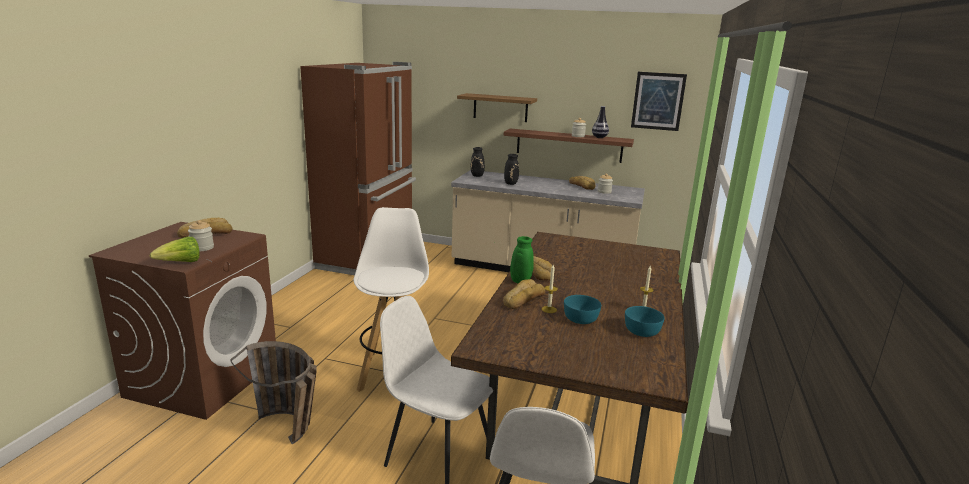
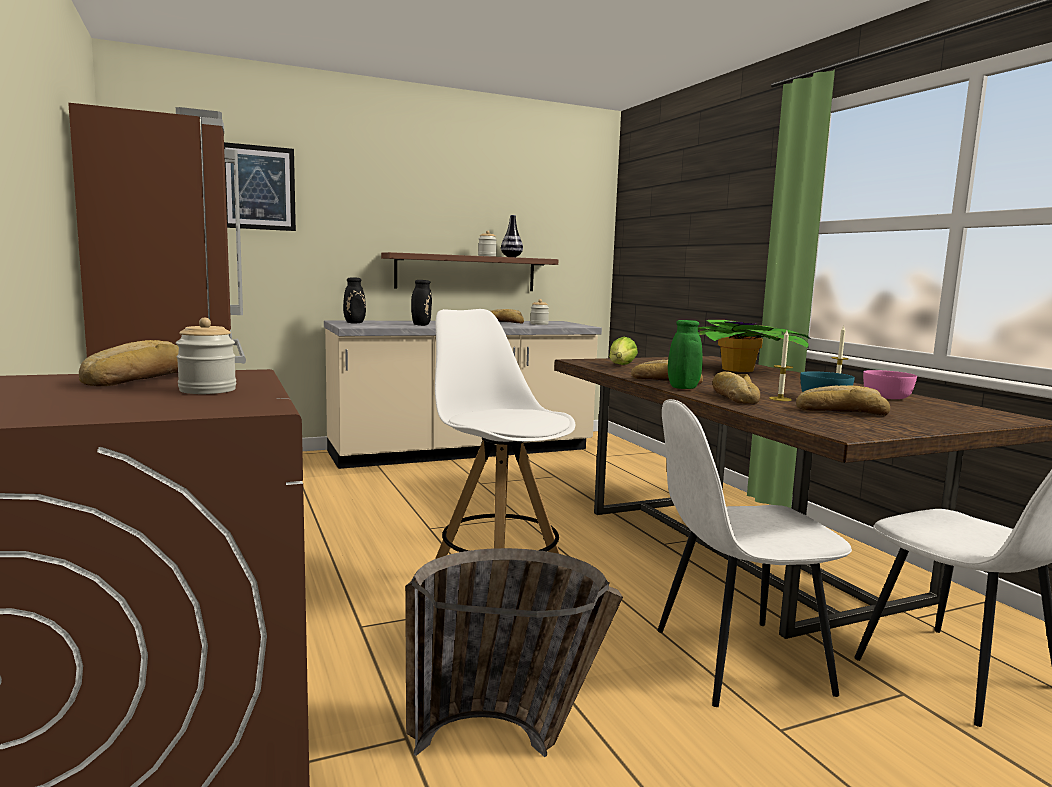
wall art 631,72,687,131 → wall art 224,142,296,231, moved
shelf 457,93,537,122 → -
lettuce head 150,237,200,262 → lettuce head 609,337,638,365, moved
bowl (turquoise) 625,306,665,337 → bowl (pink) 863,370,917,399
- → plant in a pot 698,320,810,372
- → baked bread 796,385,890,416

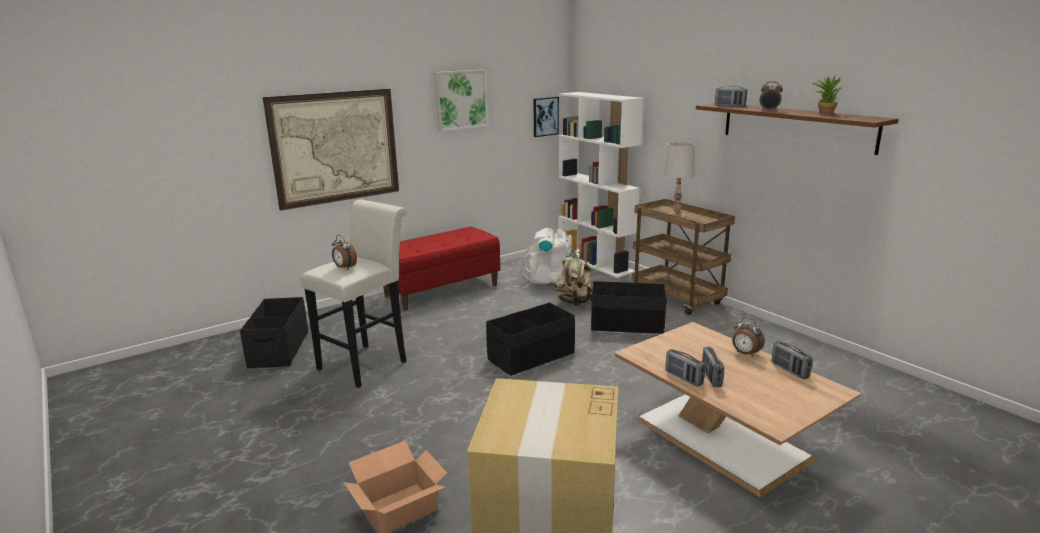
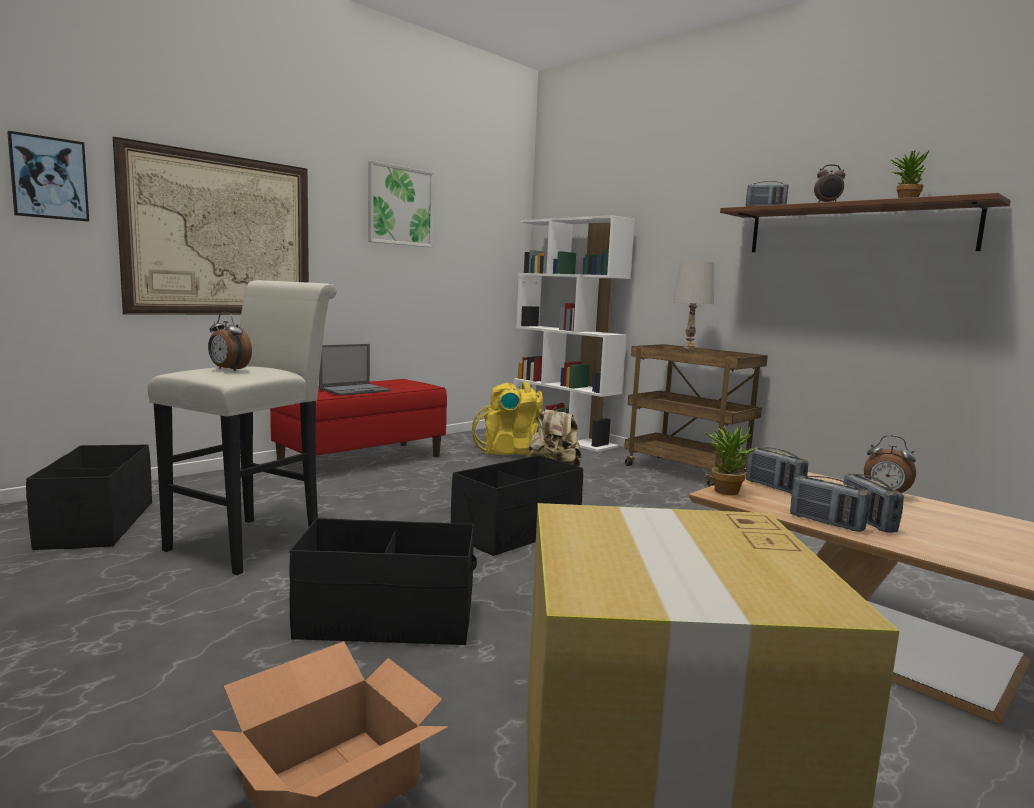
wall art 533,97,559,137 → wall art 7,131,89,222, moved
knapsack (whitish) 520,228,579,284 → knapsack (yellowish) 472,382,543,457
storage container (blackish) 590,281,667,334 → storage container (blackish) 289,518,477,645, moved
radio 771,341,813,379 → radio 746,447,808,494, moved
- → laptop 319,344,391,396
- → plant in a pot 703,424,757,495

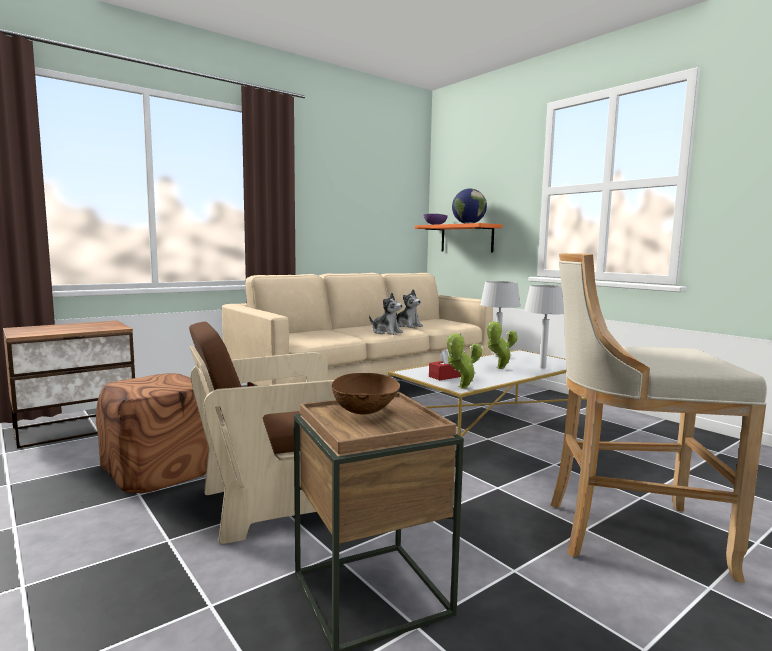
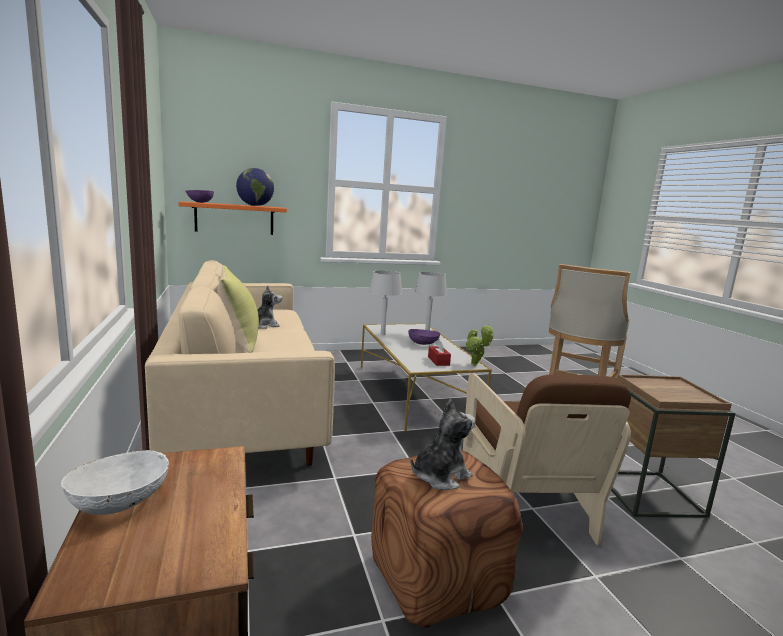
plush toy 369,293,403,335 → plush toy 410,399,476,490, moved
plant in a pot 487,321,518,369 → bowl (purple) 408,329,440,345
bowl (brown-coloured) 331,372,400,415 → -
- → pillow (yellowish) 218,265,259,353
- → bowl (whitish) 61,450,169,515

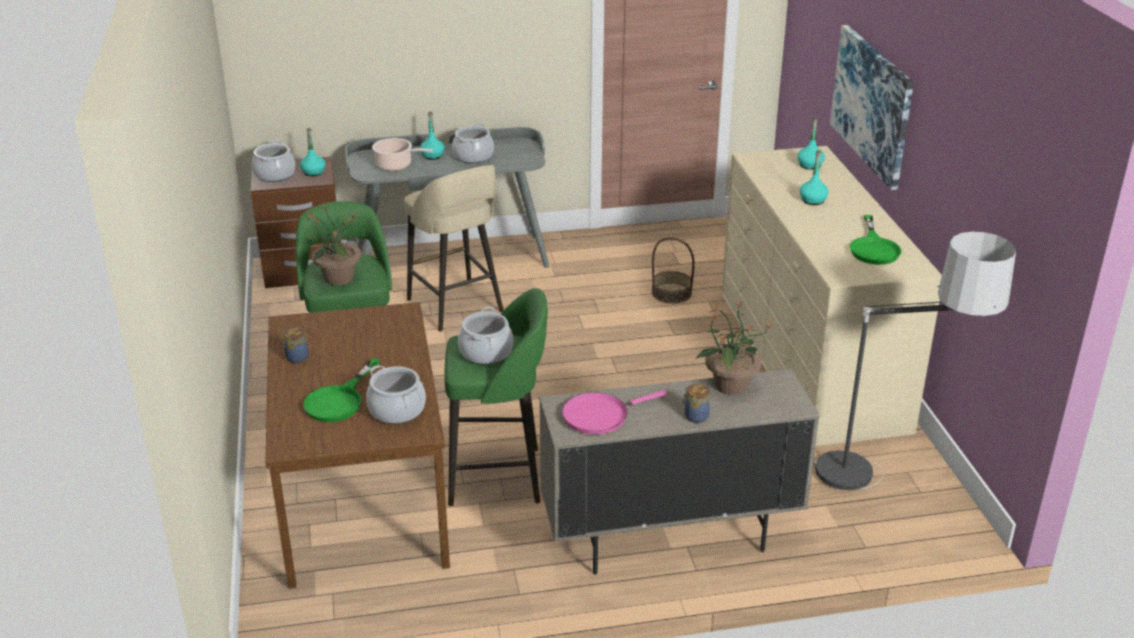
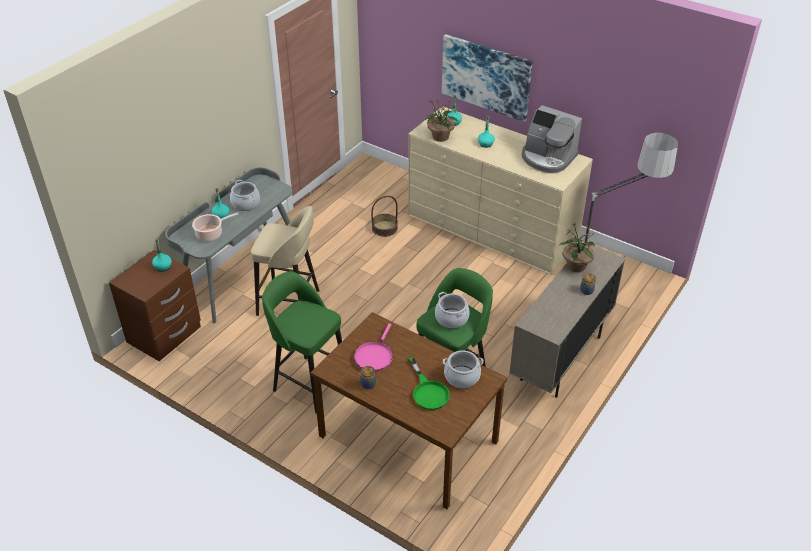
saucepot 252,140,295,182 → -
plant in a pot 305,205,361,285 → plant in a pot 425,99,459,142, moved
pan (greenish) 850,215,902,265 → coffee machine 522,105,582,173
pan (pink) 562,390,667,434 → pan (pink) 354,323,393,372, moved

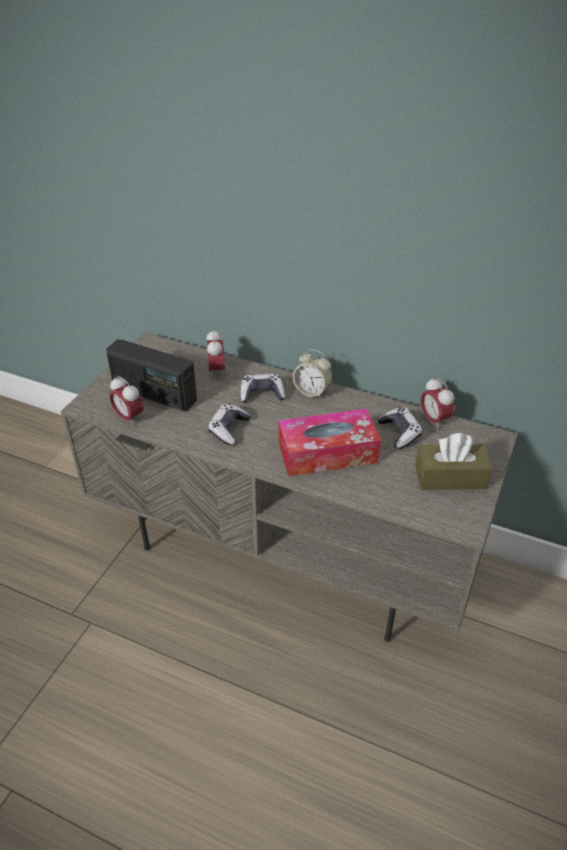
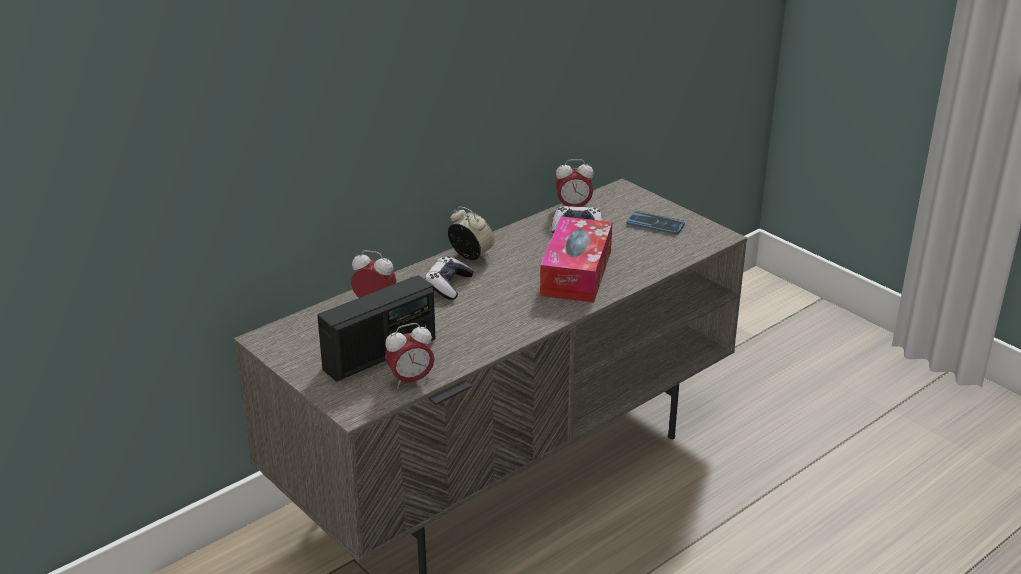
alarm clock 293,349,333,399 → alarm clock 448,206,495,260, 105 degrees counterclockwise
joypad 208,404,251,445 → -
tissue holder (brown-coloured) 415,433,493,490 → phone 627,211,685,234

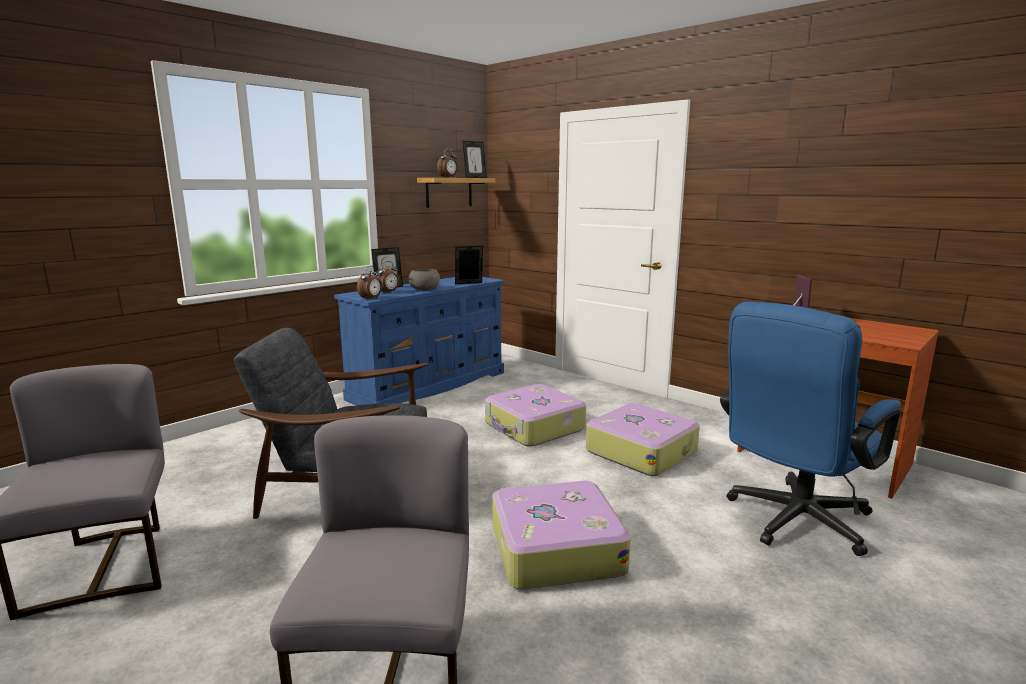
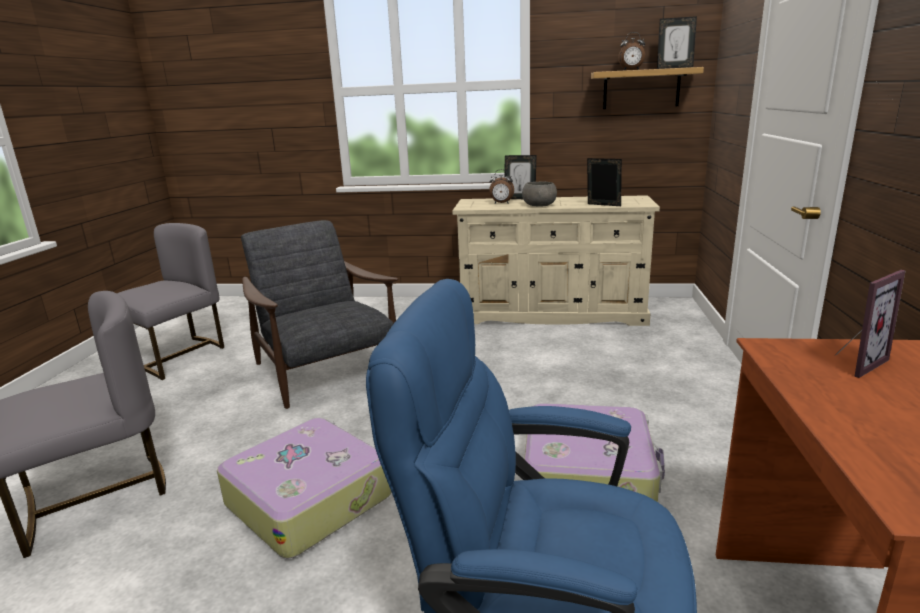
alarm clock 357,266,382,300 → -
chest of drawers (bluish) 334,277,505,406 → chest of drawers (sand-coloured) 452,195,660,326
suitcase 485,384,586,447 → -

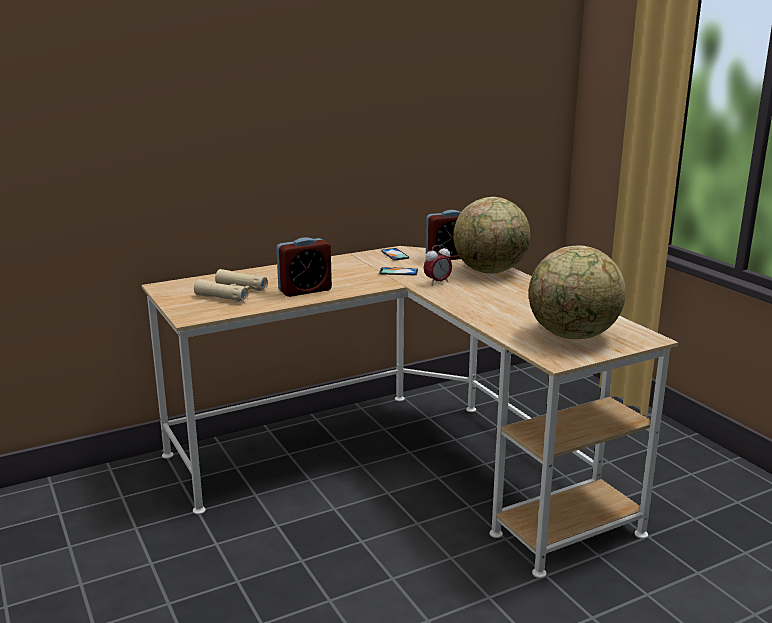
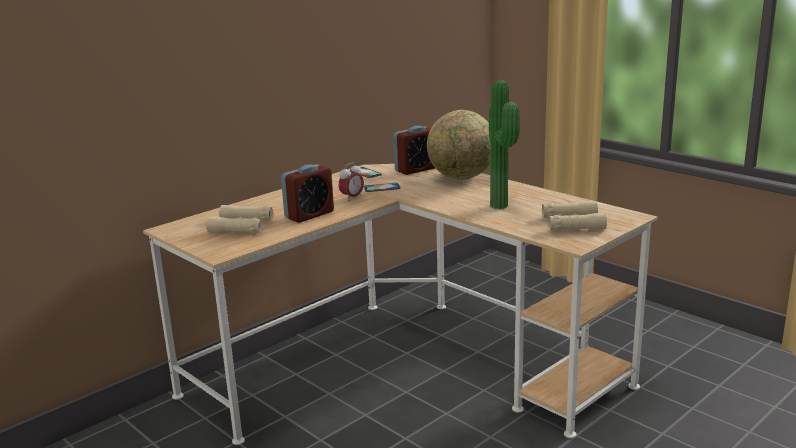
alarm clock 424,245,452,286 → alarm clock 338,163,364,201, moved
globe 529,245,626,339 → pair of binoculars (sand-coloured) 542,201,607,231
- → plant in a pot 489,80,519,209

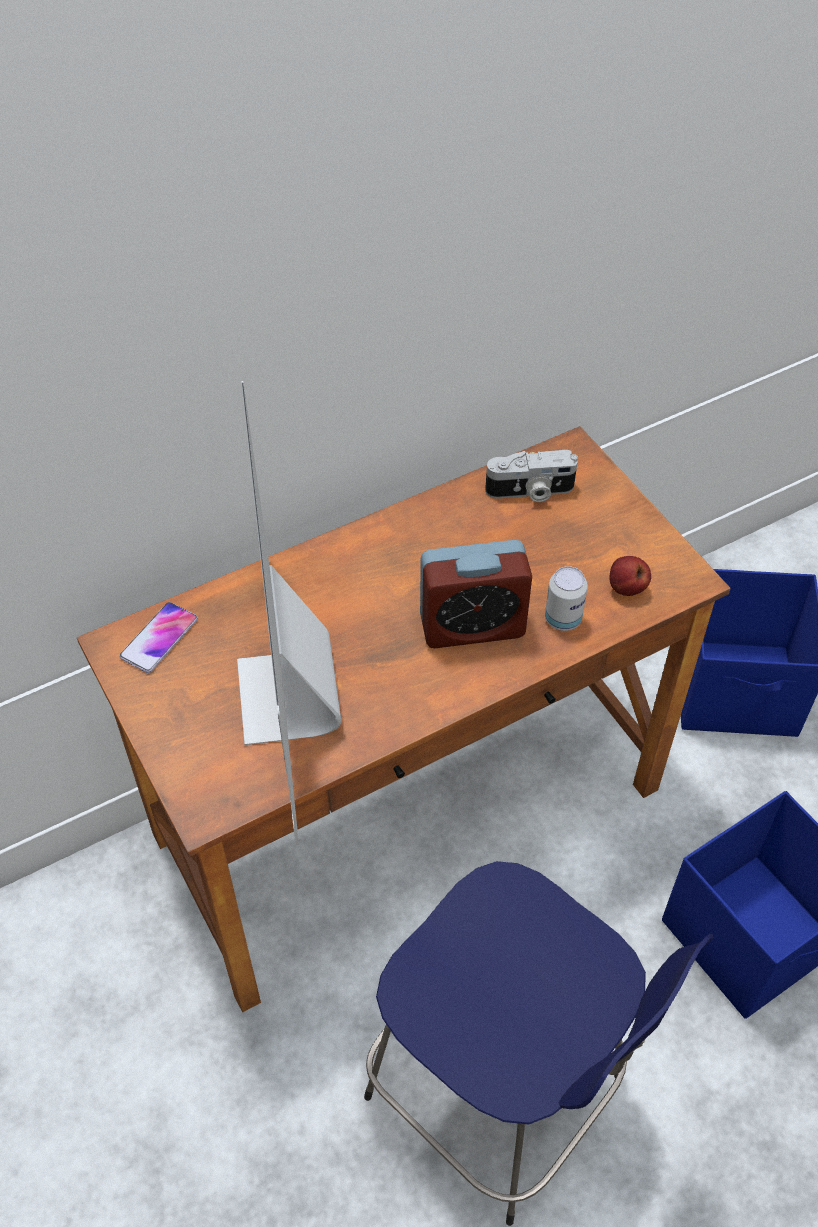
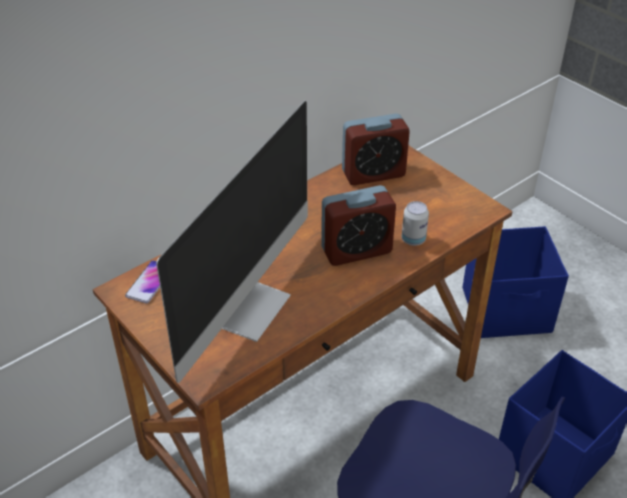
computer display 237,381,341,845 → computer display 156,101,308,383, 135 degrees counterclockwise
photo camera 485,450,578,502 → alarm clock 342,114,410,185
apple 609,556,651,596 → -

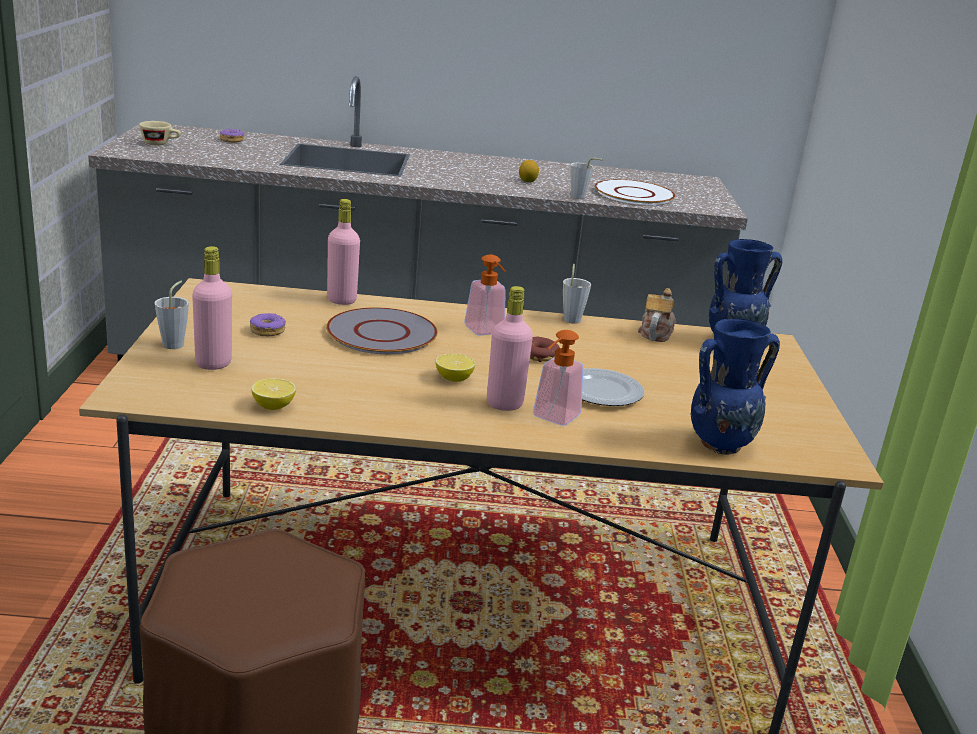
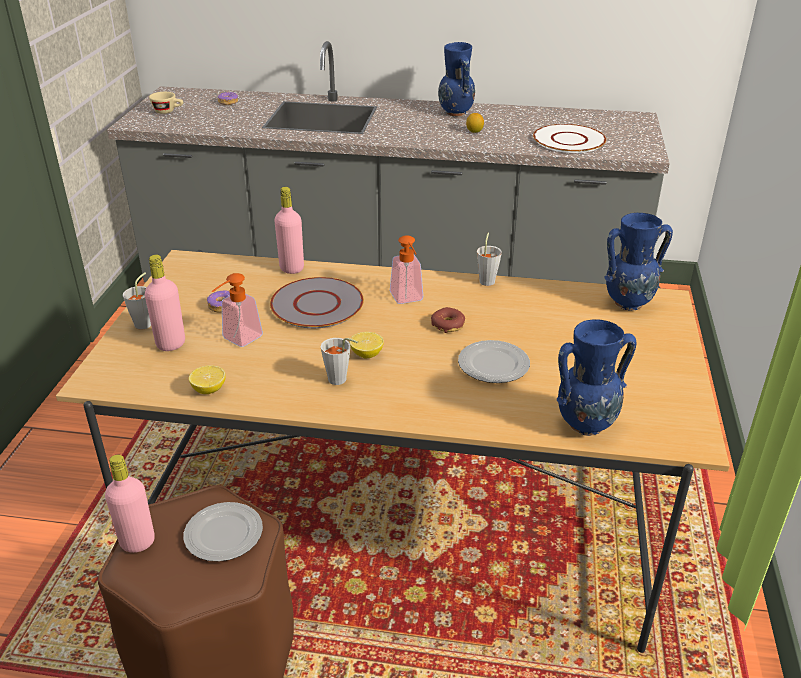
cup (greyish) 570,158,603,199 → cup (greyish) 321,338,358,385, moved
bottle (pink) 487,286,533,411 → bottle (pink) 105,455,155,553, moved
tea pot 638,288,676,342 → -
soap dispenser 533,330,583,426 → soap dispenser 212,273,263,347, moved
- → flower vase (bluish) 438,42,475,117
- → plate 184,502,263,562

